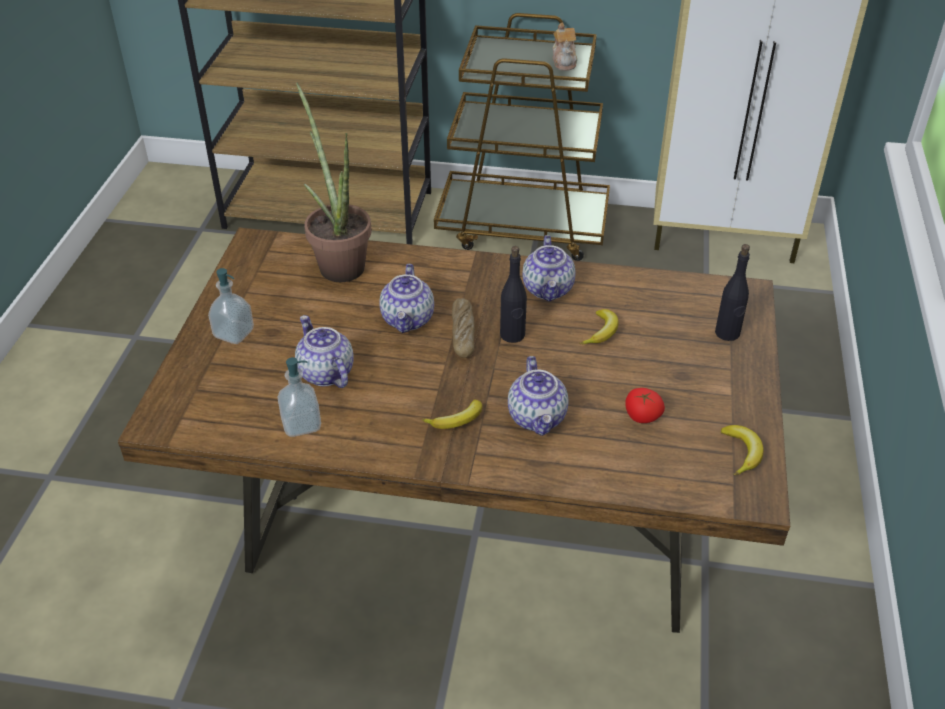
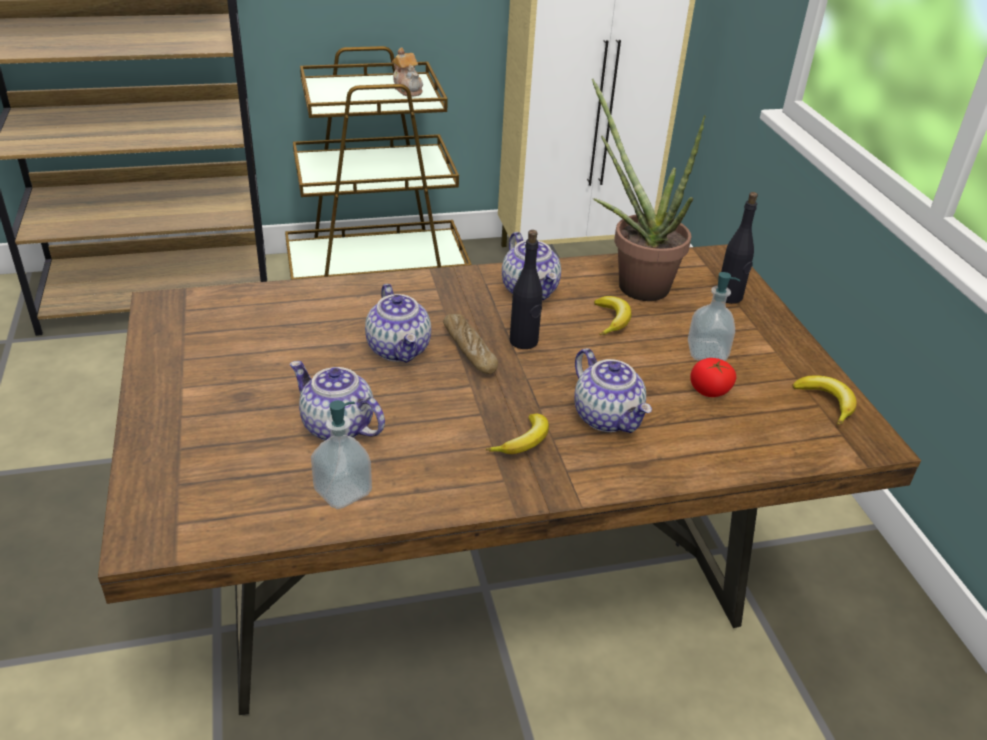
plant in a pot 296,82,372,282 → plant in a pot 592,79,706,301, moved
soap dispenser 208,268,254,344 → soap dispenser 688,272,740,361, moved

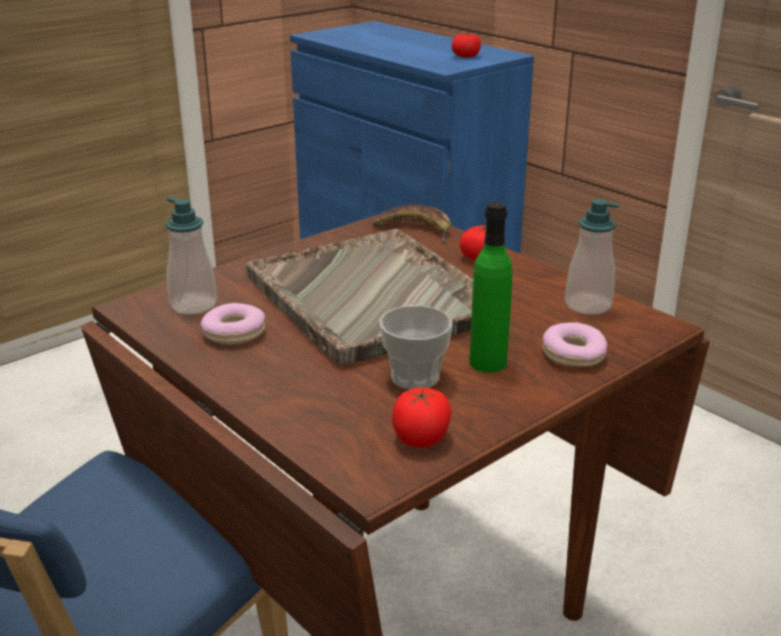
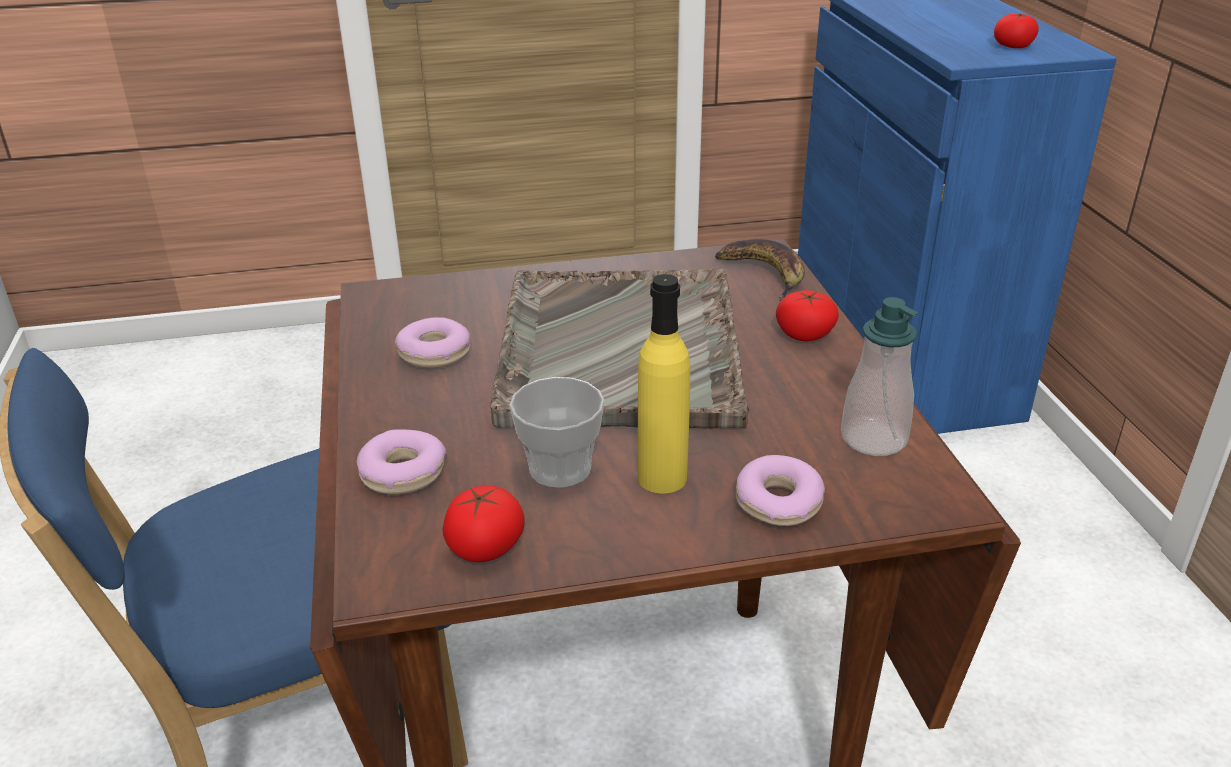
soap dispenser 166,197,217,314 → -
bottle (greenish) 469,202,512,372 → bottle (yellowish) 637,274,690,493
- → donut 357,430,446,495

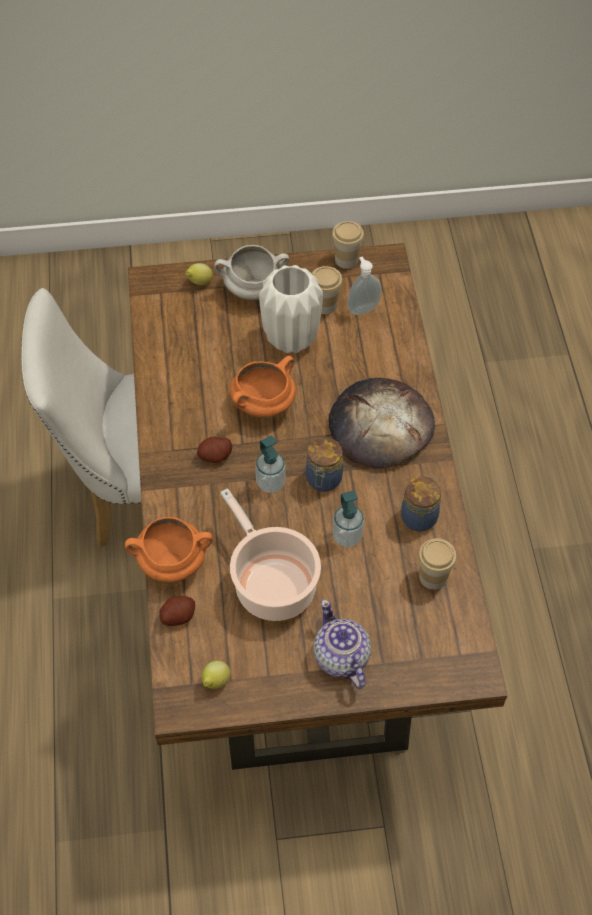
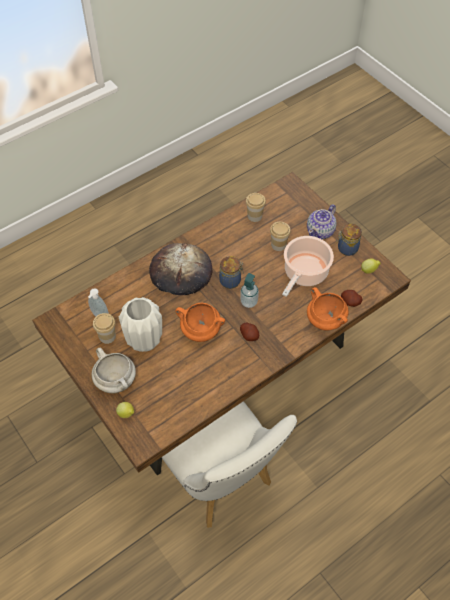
cup 332,221,364,269 → cup 270,222,291,251, moved
preserve jar 401,476,441,532 → preserve jar 336,224,362,256, moved
soap dispenser 333,491,364,547 → -

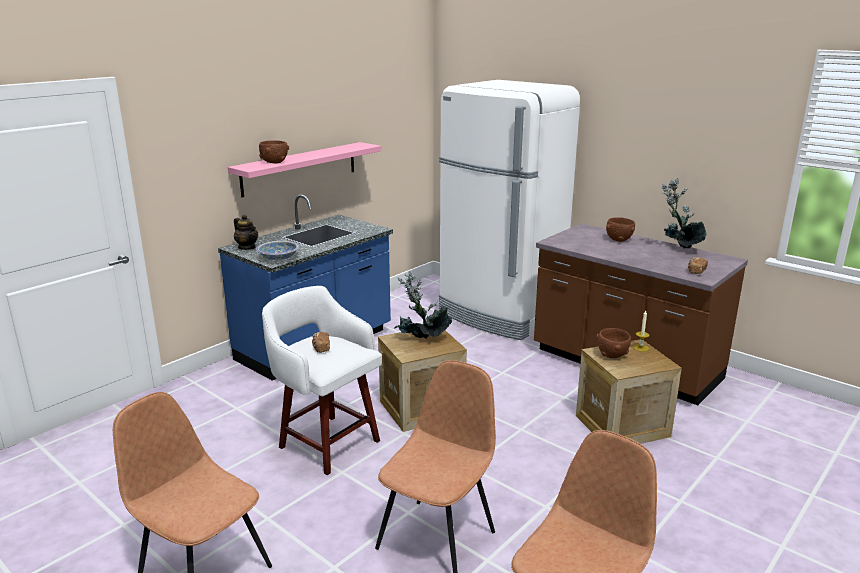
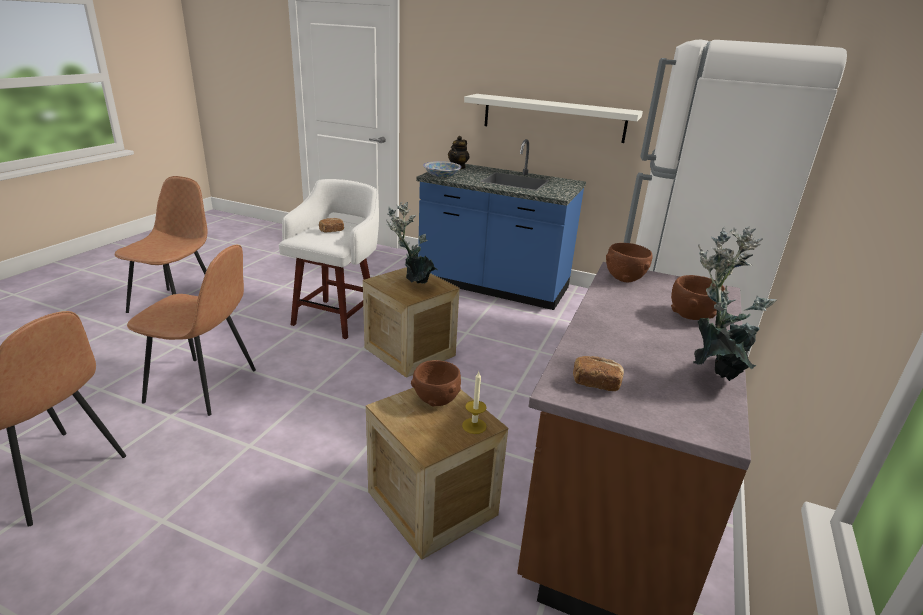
bowl (brown-coloured) 259,141,289,163 → bowl (brown-coloured) 606,243,652,282, moved
shelf (pink) 228,142,382,197 → shelf (whitish) 464,94,643,143

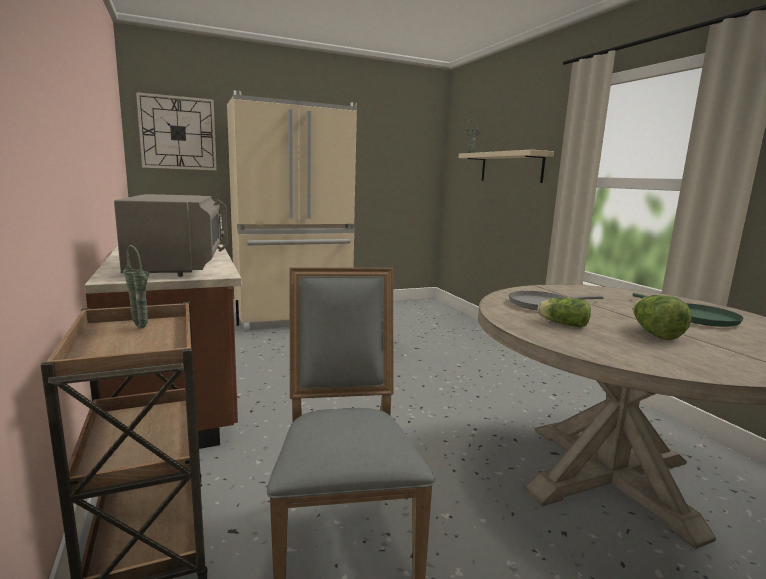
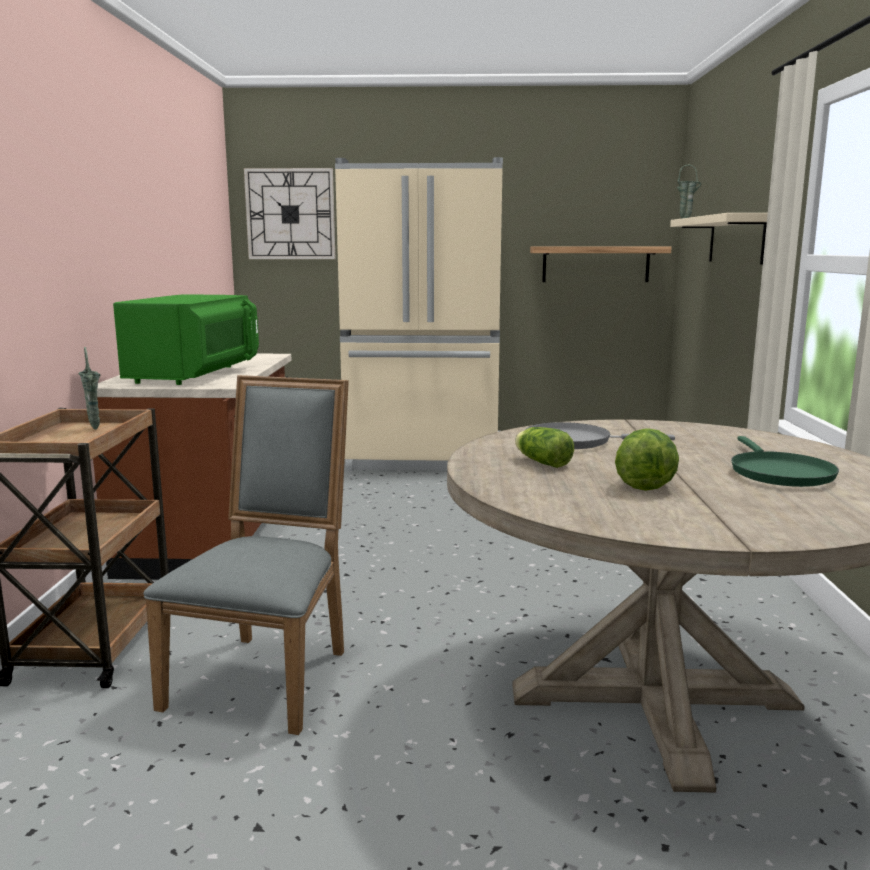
microwave (greyish) 114,194,228,277 → microwave (greenish) 113,294,259,385
- → shelf 530,246,672,282

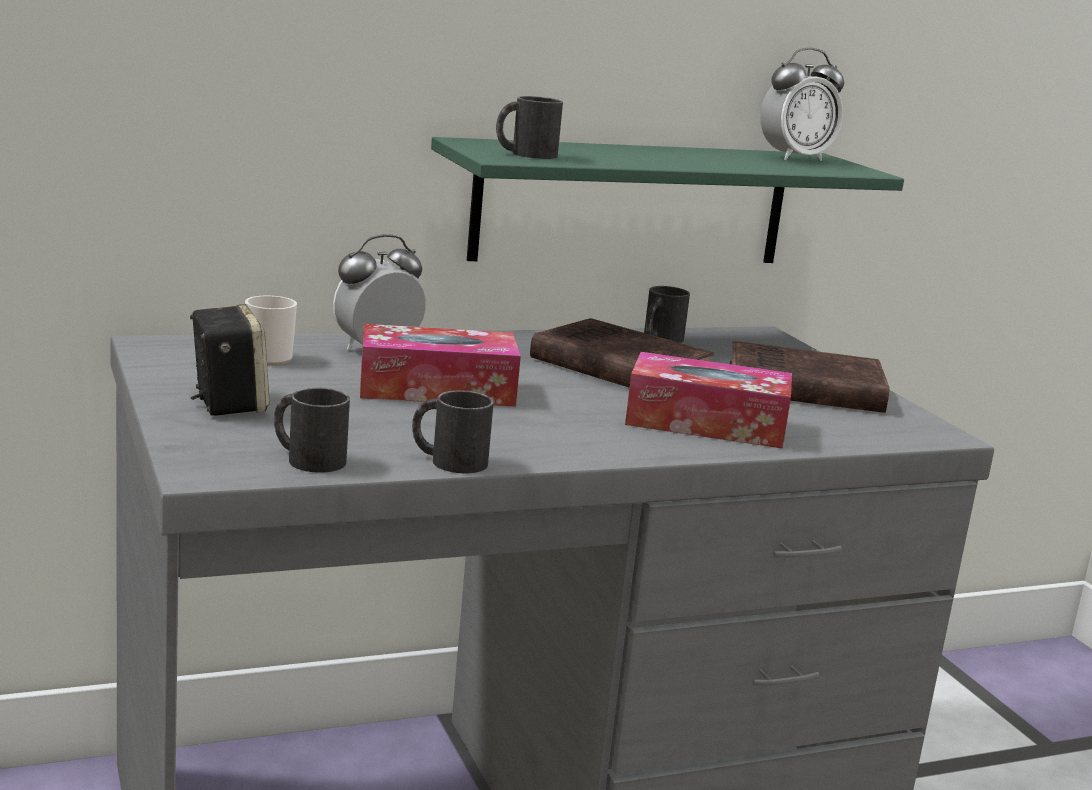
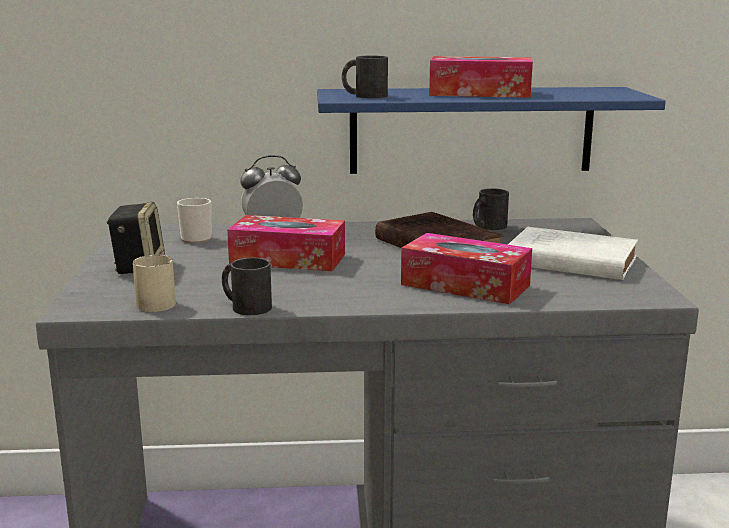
alarm clock 760,48,844,161 → -
shelf (greenish) 431,137,904,263 → shelf (bluish) 317,87,666,174
volume (brown-coloured) 730,341,890,413 → volume (whitish) 507,227,638,280
coffee mug (blackish) 274,388,350,473 → coffee mug (sand-coloured) 133,255,176,312
- → tissue holder 429,56,533,98

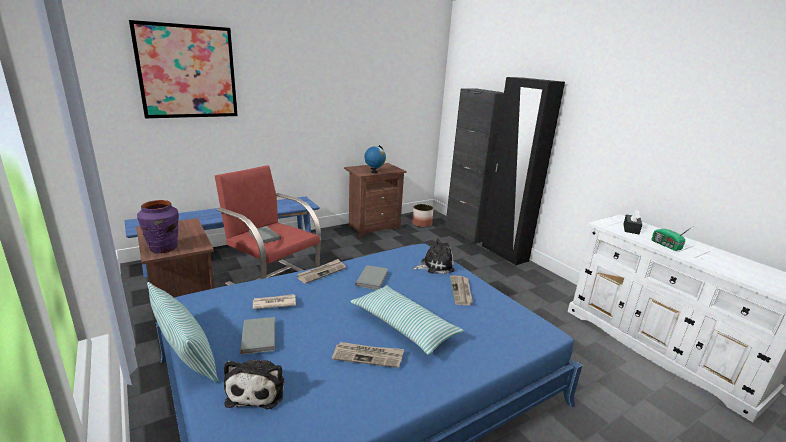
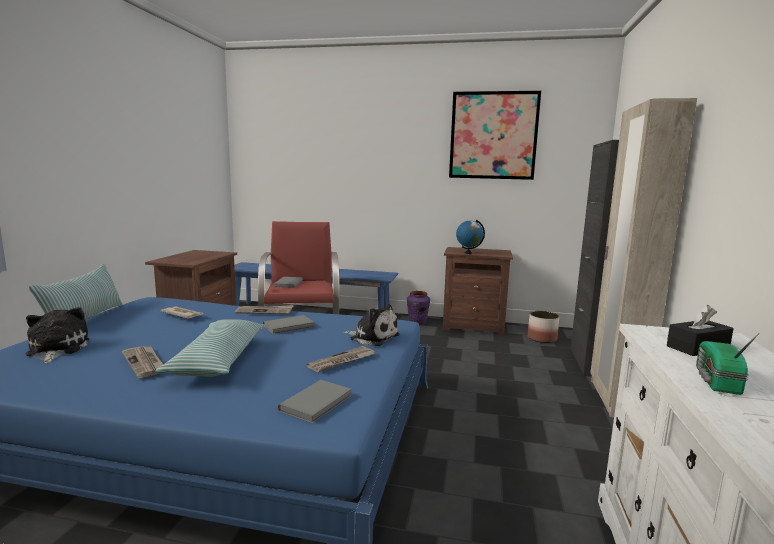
wall art 129,20,238,118 → wall art 449,91,541,180, moved
armoire (blackish) 482,77,565,265 → armoire (sand-coloured) 590,98,697,418
flower vase (purple) 137,200,179,253 → flower vase (purple) 407,291,430,325, moved
volume (greyish) 240,317,275,355 → volume (greyish) 278,380,352,423, moved
plush toy 224,359,285,410 → plush toy 26,307,89,363, 120 degrees clockwise

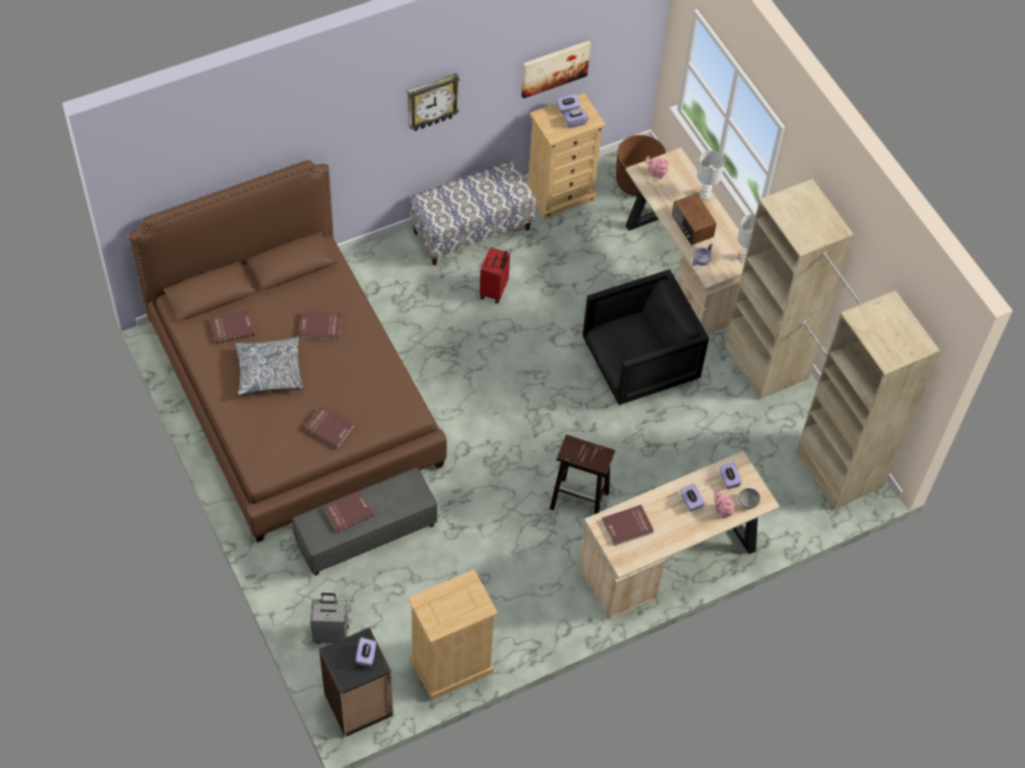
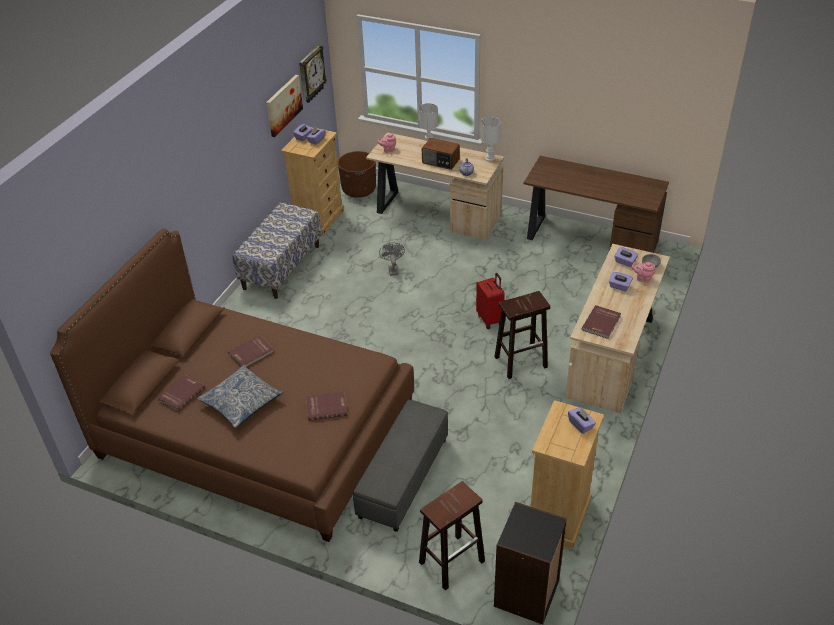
hanging clock 408,73,459,131 → hanging clock 299,44,327,103, moved
armoire (sand-coloured) 725,179,940,509 → desk table (brown-coloured) 524,156,669,253
suitcase (red-coloured) 480,247,510,303 → suitcase (red-coloured) 476,273,505,329, moved
lounge chair (blackish) 582,269,709,405 → -
volume (red-coloured) 323,490,374,533 → -
suitcase (greyish) 310,593,349,644 → stool seat (brown-coloured) 419,481,485,590
tissue holder (purple) 356,637,376,666 → tissue holder (purple) 568,407,596,434, moved
- → electric fan (greyish) 379,242,405,276

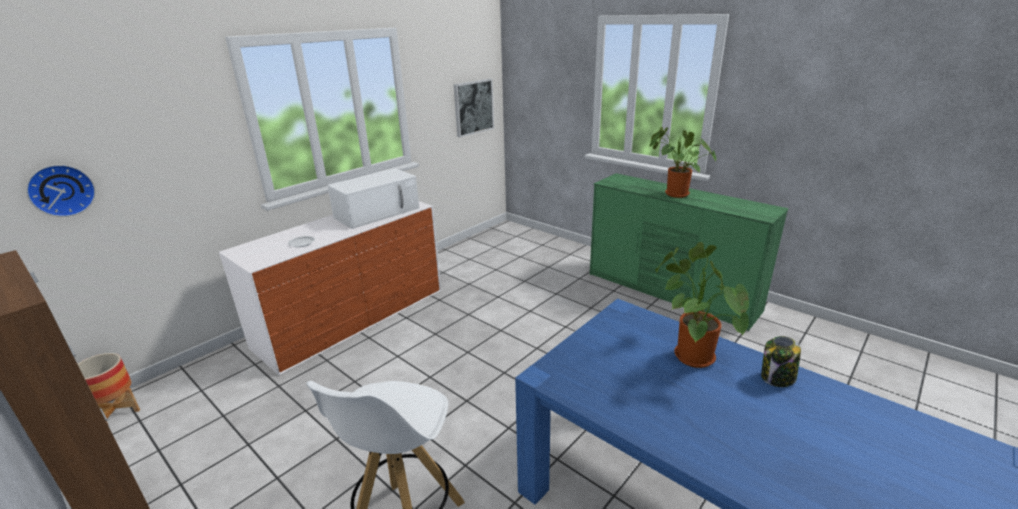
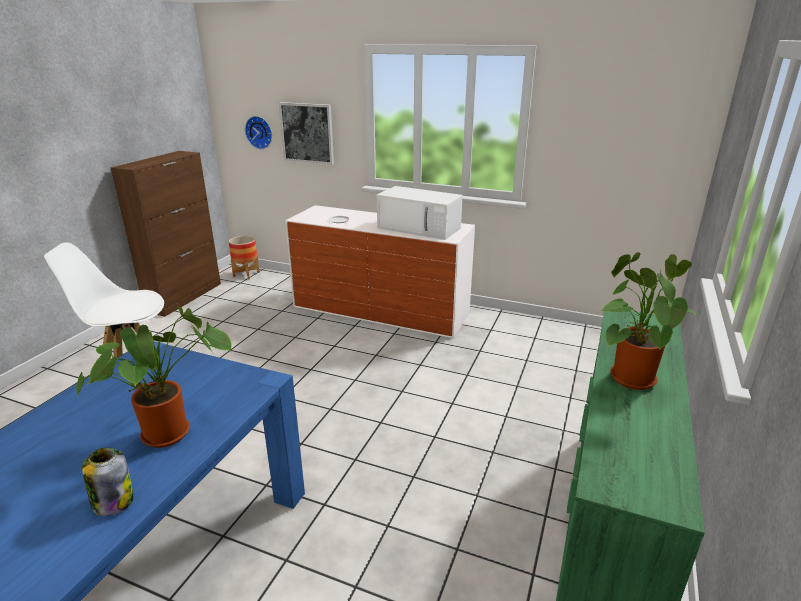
wall art 454,79,494,137 → wall art 279,102,334,165, moved

